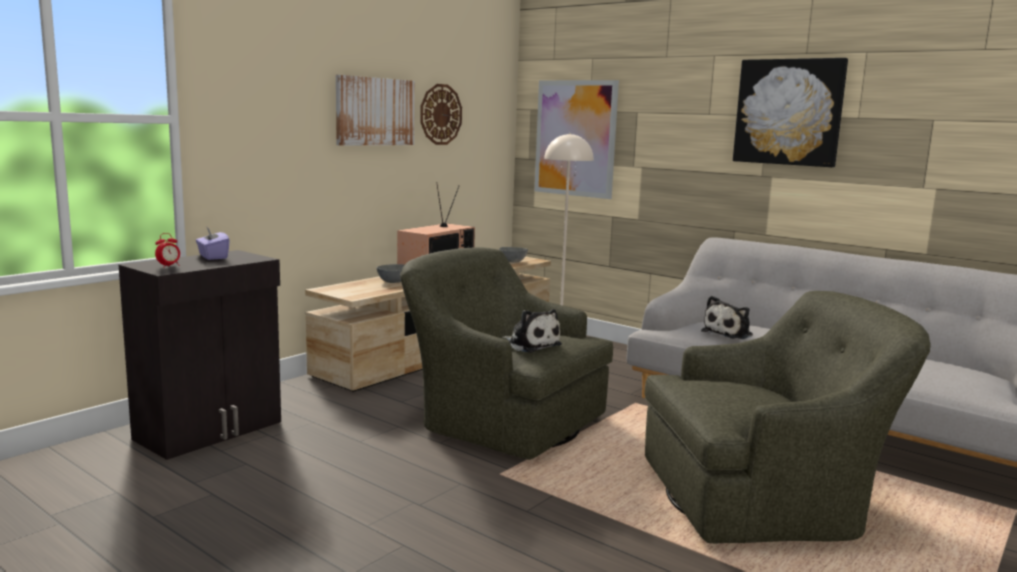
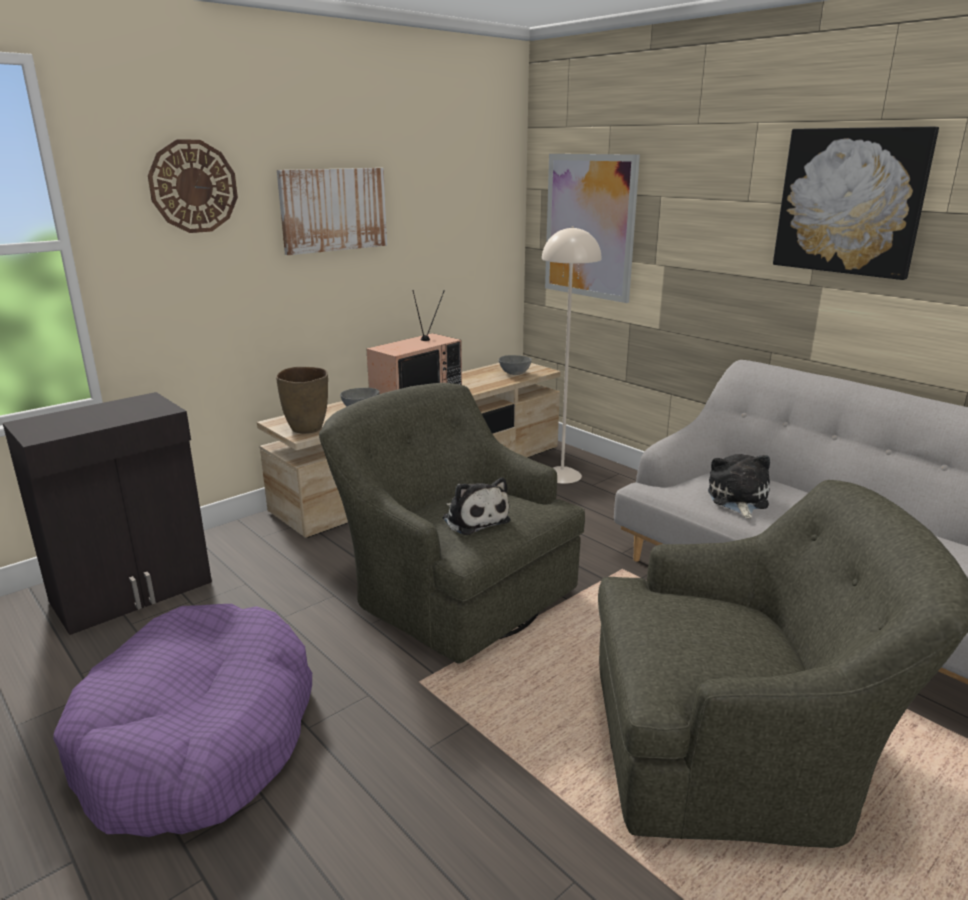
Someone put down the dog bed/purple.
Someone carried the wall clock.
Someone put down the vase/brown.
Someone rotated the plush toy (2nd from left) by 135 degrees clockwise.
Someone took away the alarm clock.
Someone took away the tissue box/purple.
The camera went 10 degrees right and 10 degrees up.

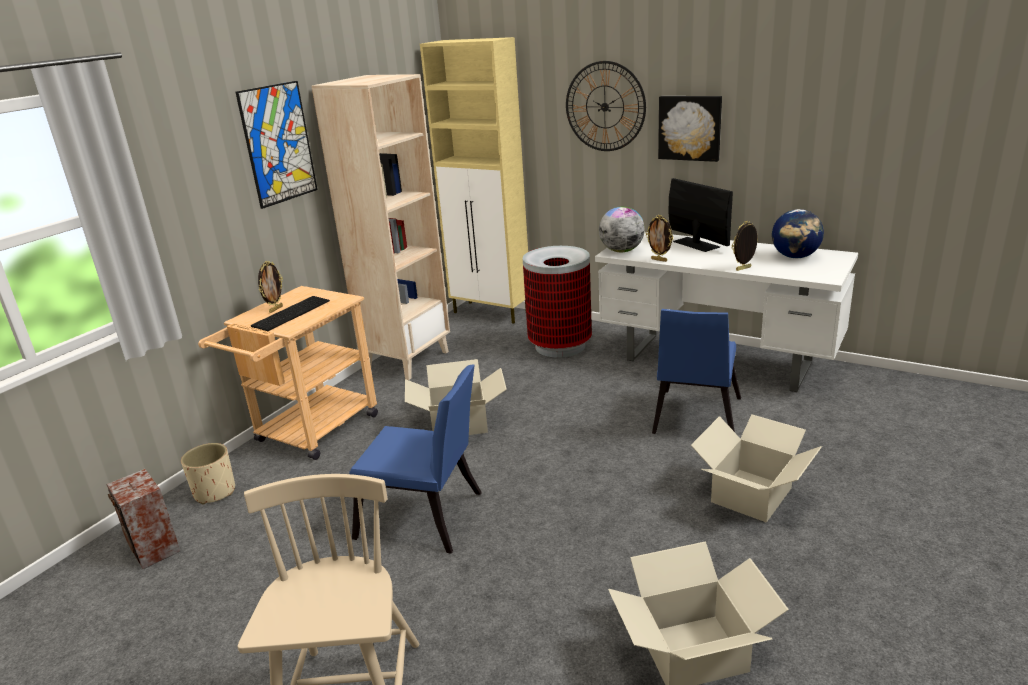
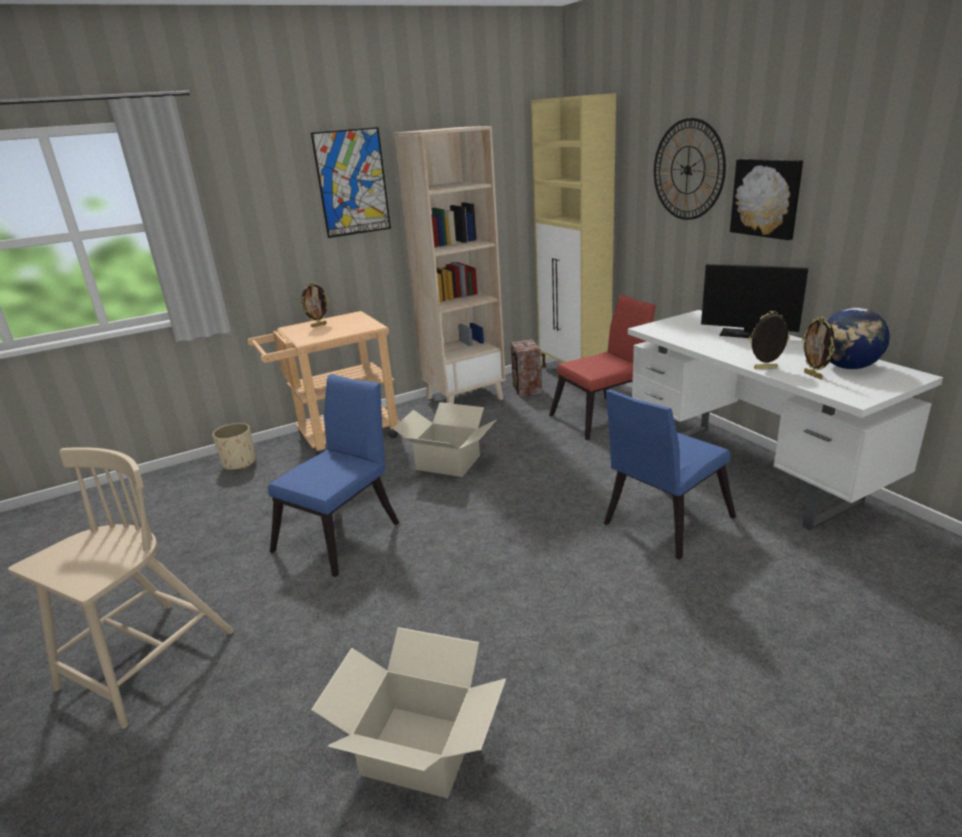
Someone rotated the chair/blue (1st from left) by 105 degrees counterclockwise.
Someone carried the speaker.
Someone swapped the trash can for the chair/red.
Someone rotated the monitor by 120 degrees clockwise.
Someone carried the picture frame (2nd from left in the first image).
Someone took away the keyboard.
Someone took away the globe (1st from left).
Someone took away the cardboard box (3rd from left).
The camera went 30 degrees right and 0 degrees up.

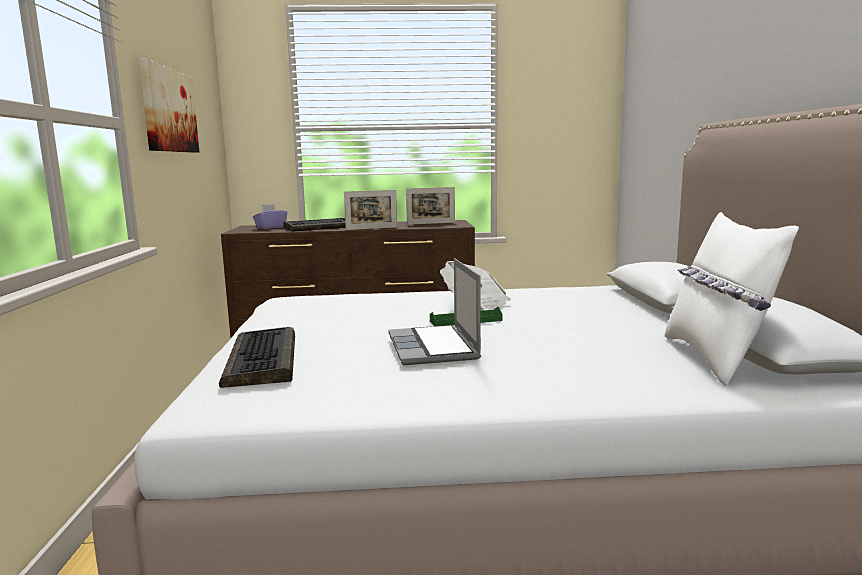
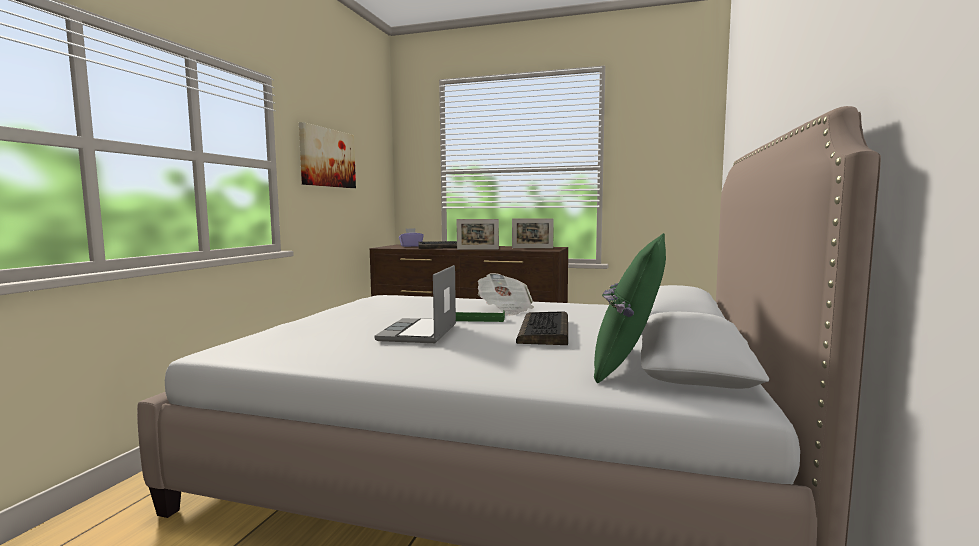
Someone carried the keyboard (1st from left in the first image).
Someone repainted the pillow/white, which became the pillow/green.
The camera went 20 degrees right and 5 degrees down.

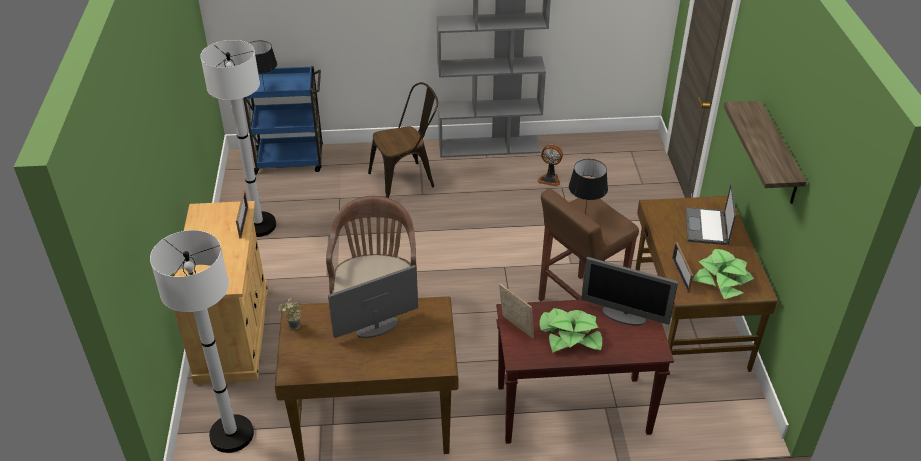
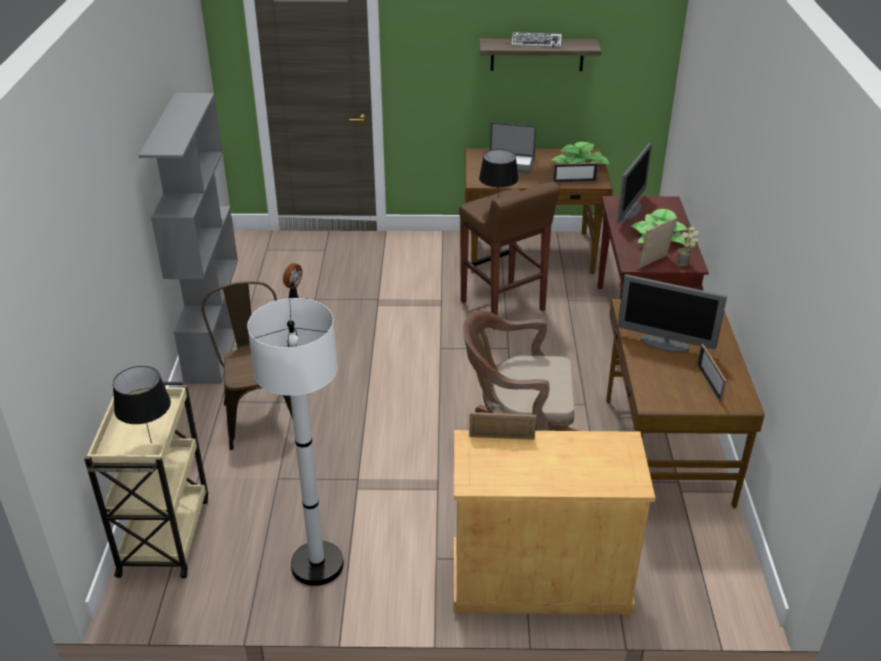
Someone repainted the cart/blue, which became the cart/beige.
Someone put down the keyboard.
Someone rotated the monitor (1st from left in the first image) by 45 degrees counterclockwise.
Someone carried the potted plant (1st from left in the first image).
Someone put down the picture frame (4th from left).
Someone took away the floor lamp/white (1st from left).
The camera went 85 degrees left and 5 degrees down.

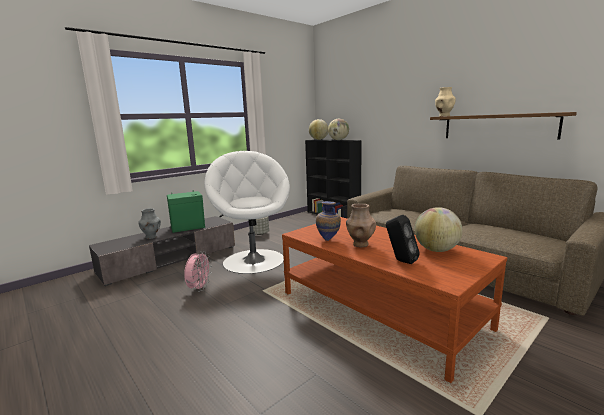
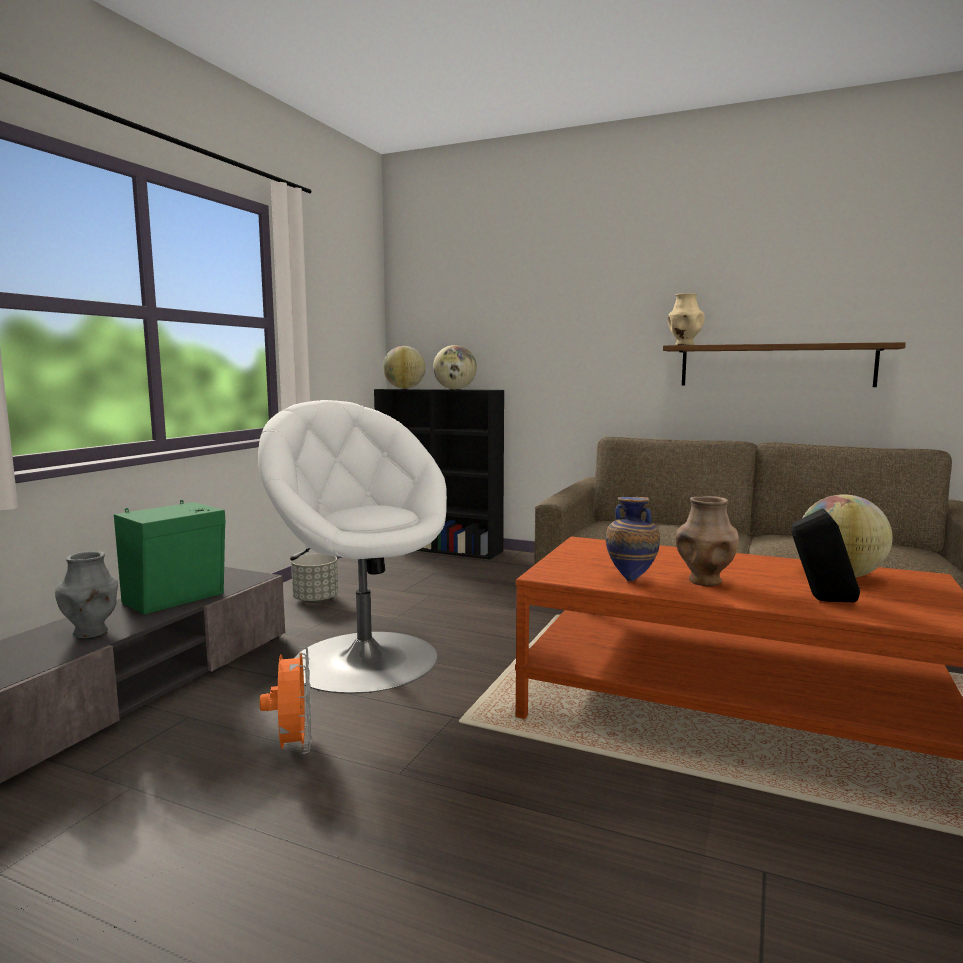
Someone repainted the fan/pink, which became the fan/orange.
The camera went 25 degrees left and 5 degrees down.

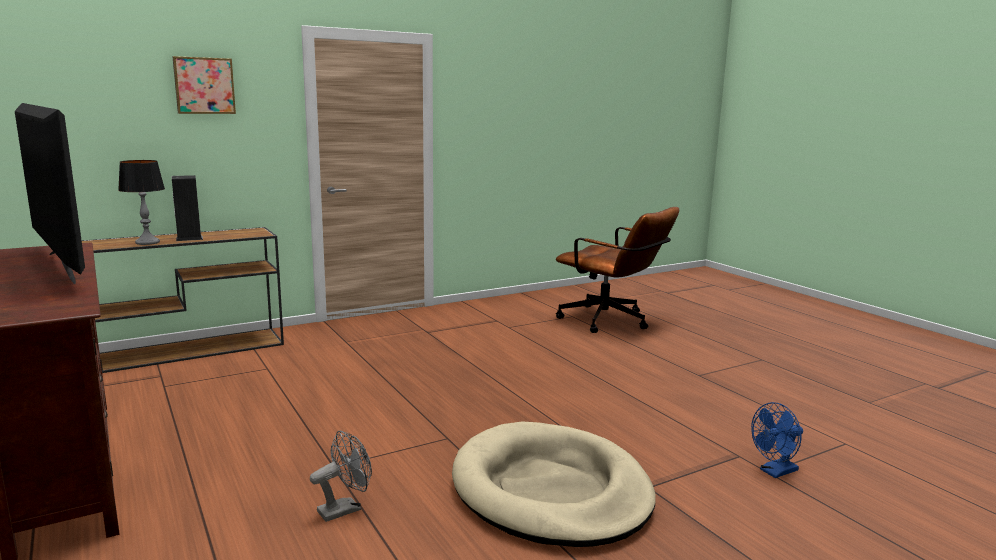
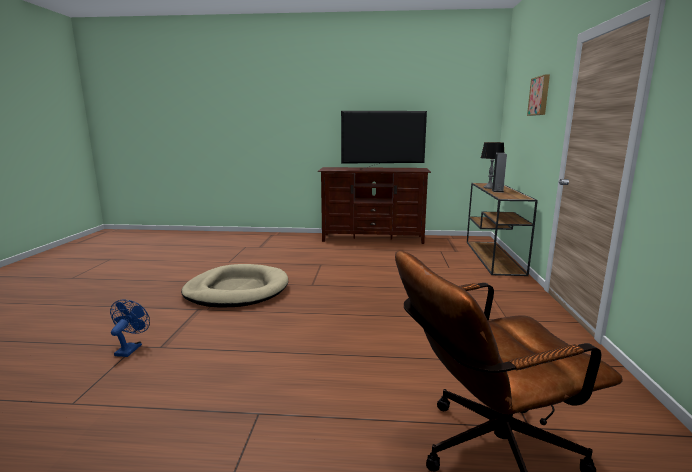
Someone took away the fan/grey.
The camera went 125 degrees right and 0 degrees up.

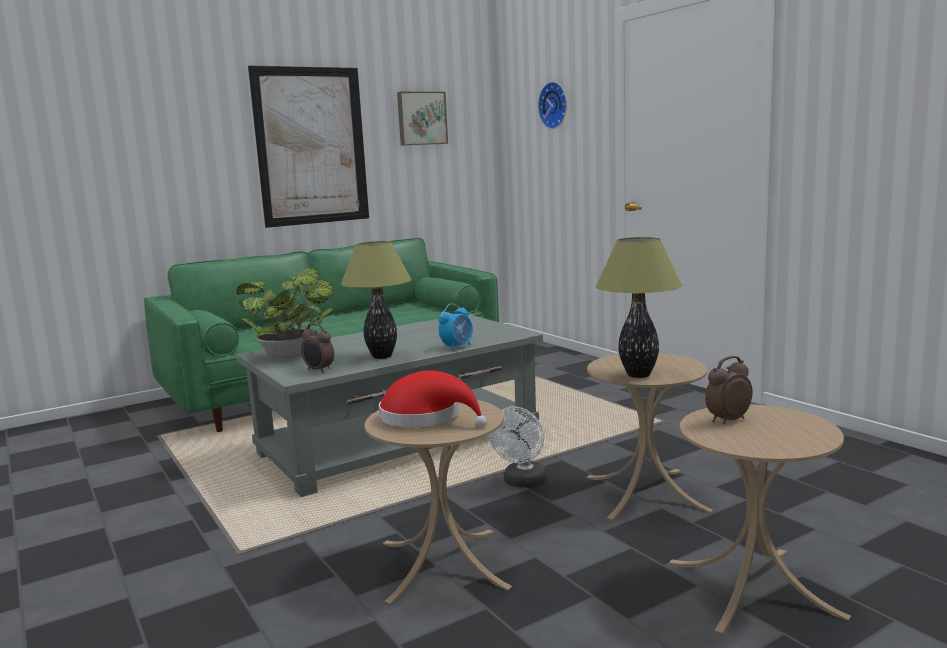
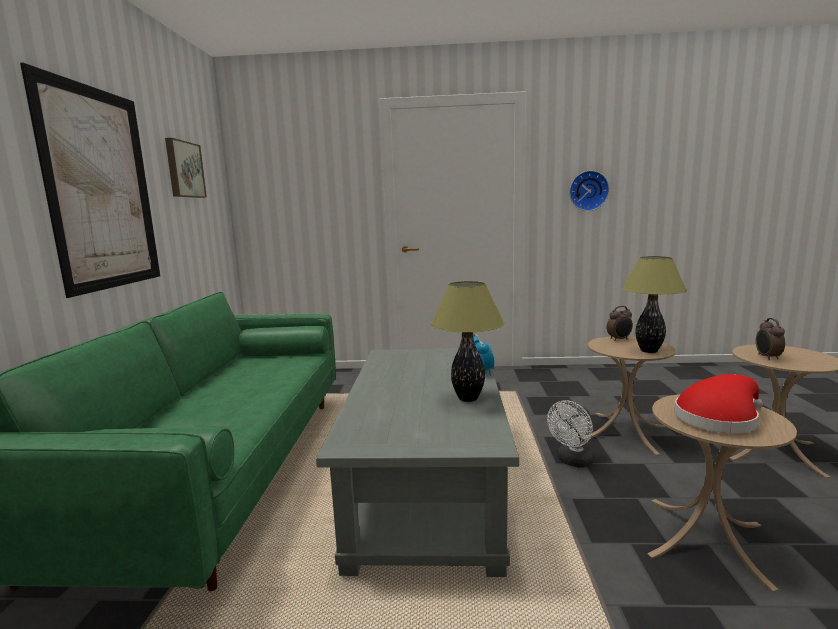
Someone rotated the fan/white by 75 degrees clockwise.
Someone carried the wall clock.
Someone carried the alarm clock (1st from left in the first image).
Someone took away the potted plant.
The camera went 55 degrees left and 0 degrees up.

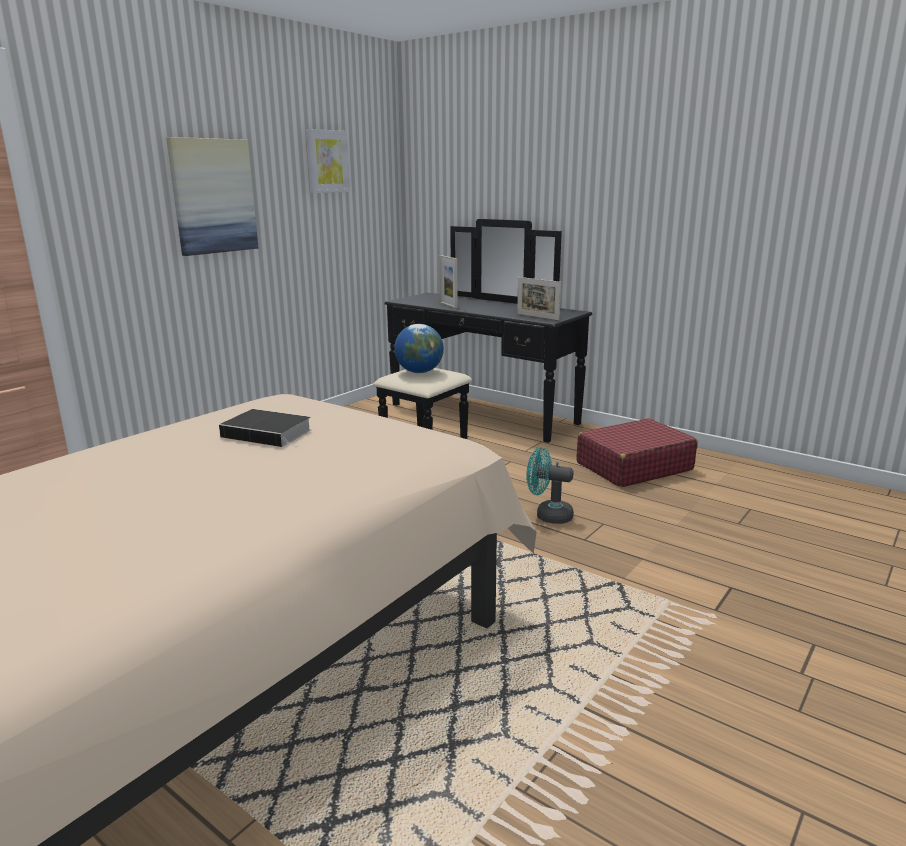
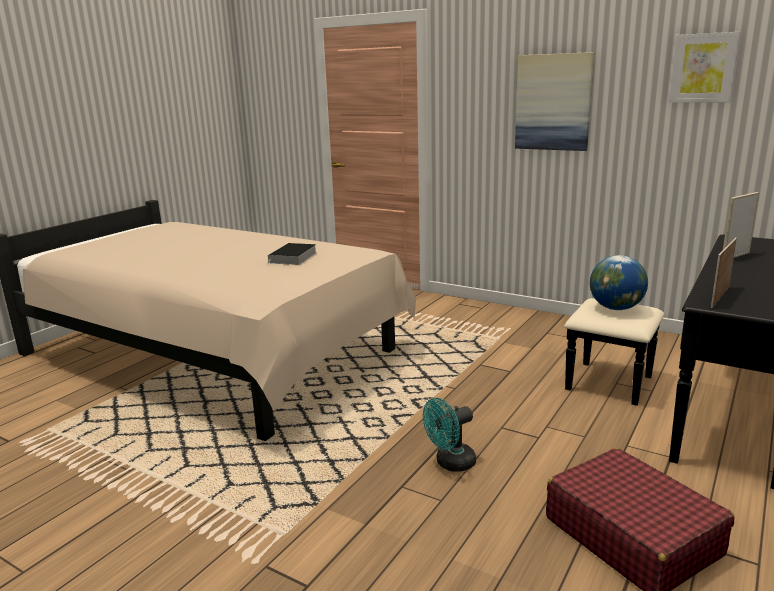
Someone rotated the fan/turquoise by 135 degrees counterclockwise.
The camera went 85 degrees right and 0 degrees up.

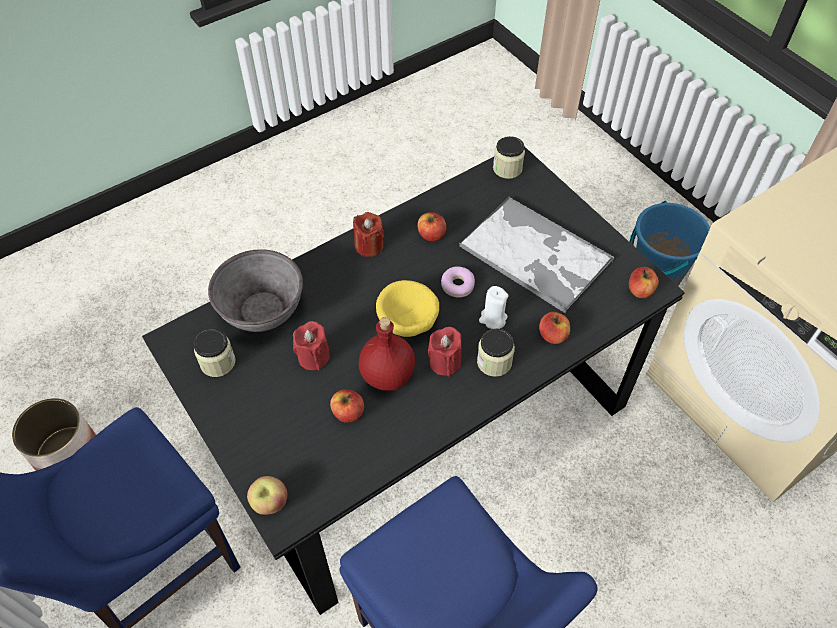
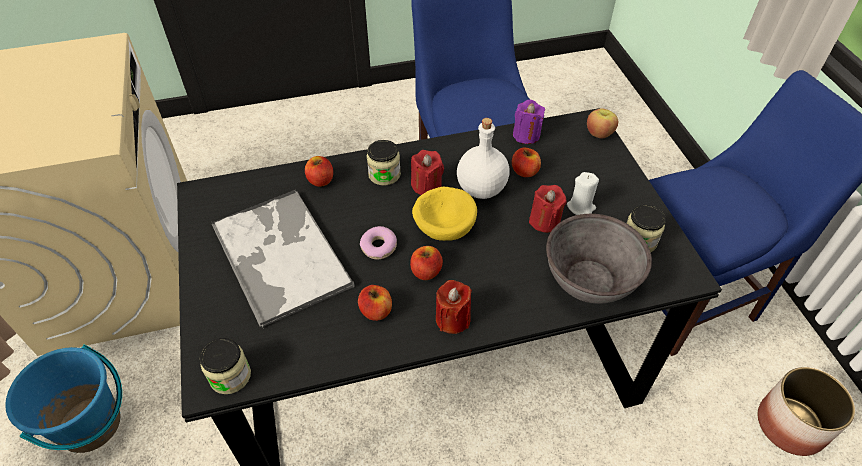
Someone carried the apple (5th from left in the first image).
Someone repainted the bottle/red, which became the bottle/white.
Someone put down the candle/purple.
Someone carried the candle/white.
The camera went 160 degrees left and 5 degrees down.

